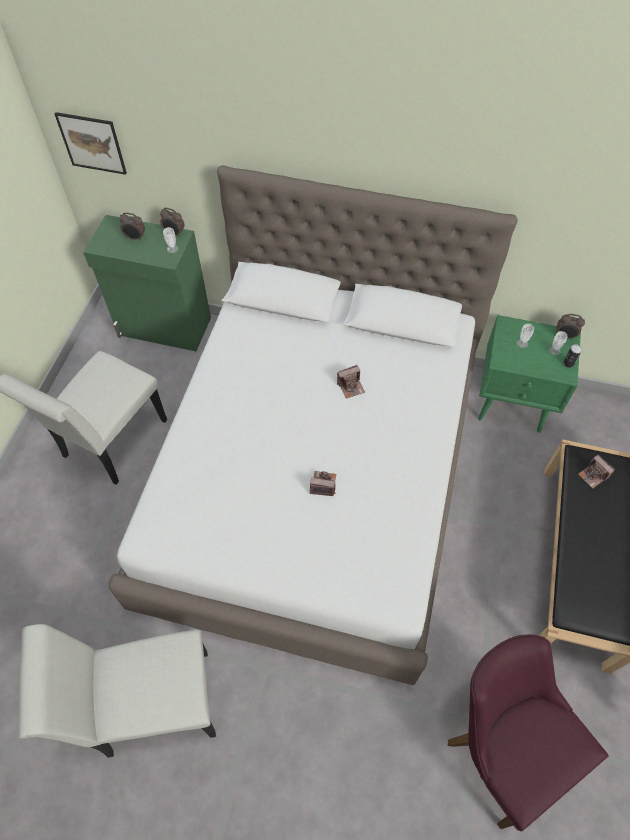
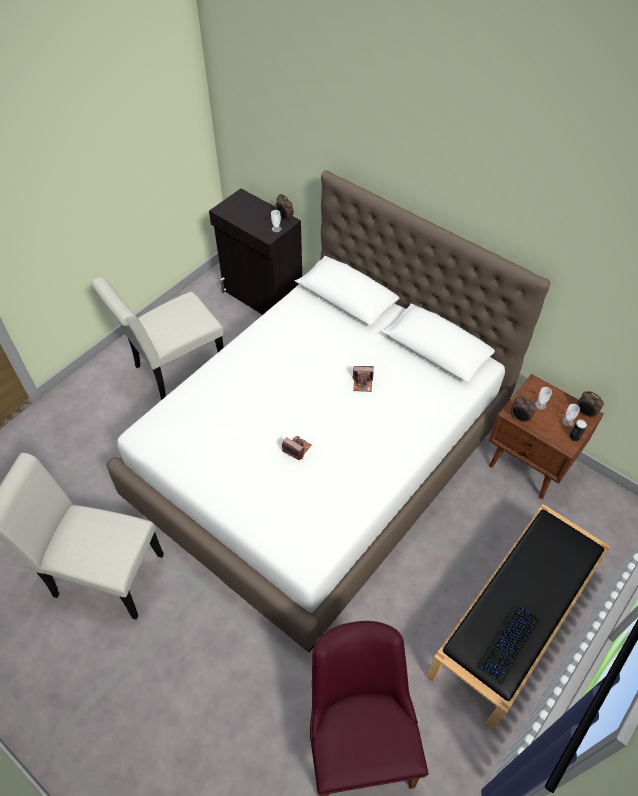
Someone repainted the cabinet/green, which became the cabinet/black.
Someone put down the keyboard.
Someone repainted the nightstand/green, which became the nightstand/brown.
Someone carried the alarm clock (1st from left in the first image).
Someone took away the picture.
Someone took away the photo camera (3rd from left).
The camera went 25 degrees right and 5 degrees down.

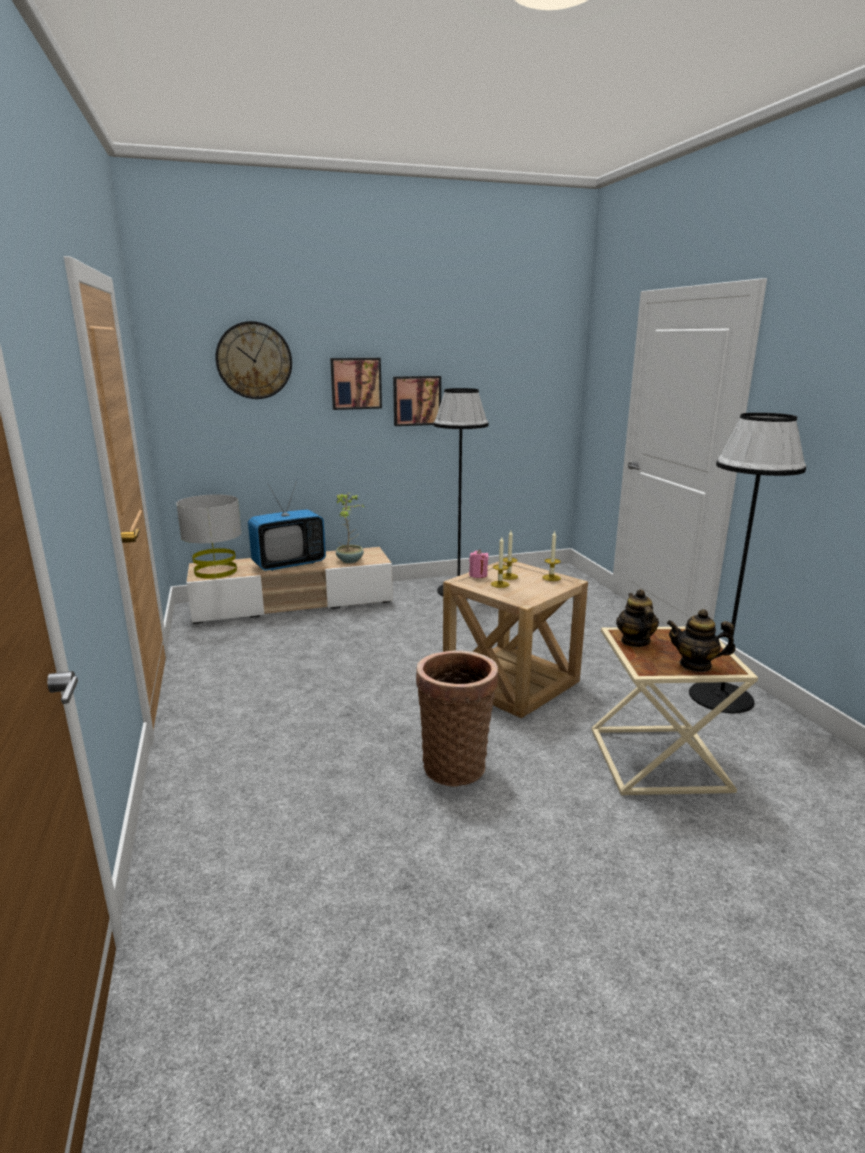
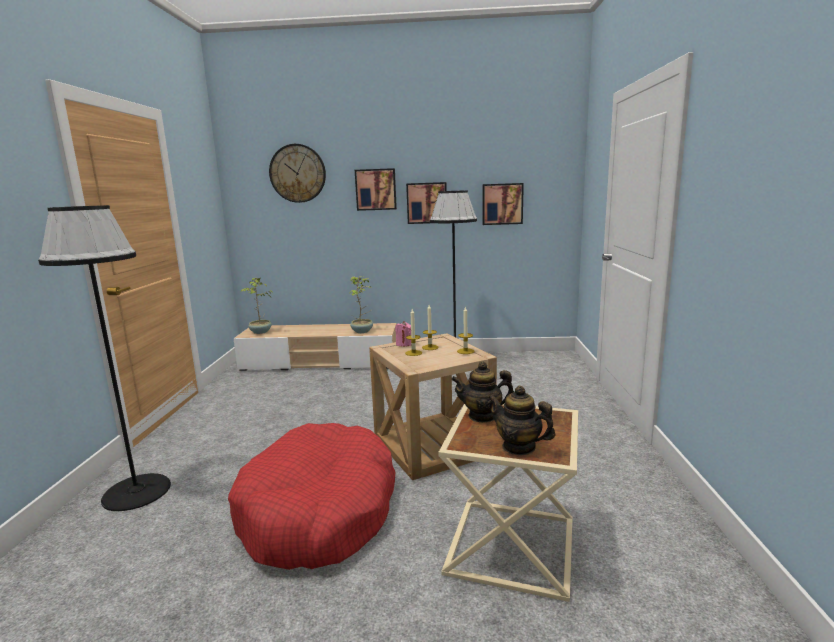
Someone carried the floor lamp/black (2nd from left in the first image).
Someone swapped the basket for the dog bed/red.
Someone swapped the table lamp/grey for the potted plant (1st from left).
Someone rotated the teapot (1st from left) by 105 degrees counterclockwise.
Someone put up the picture (3rd from left).
Someone took away the television.
The camera went 20 degrees right and 5 degrees down.

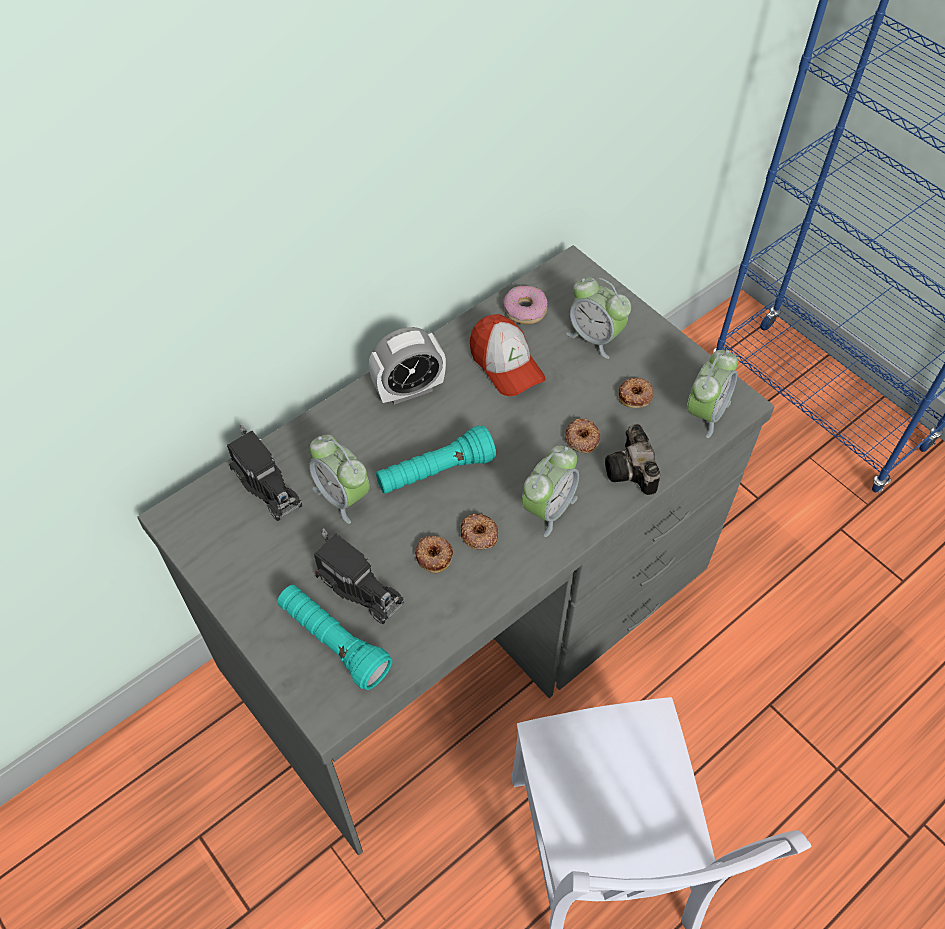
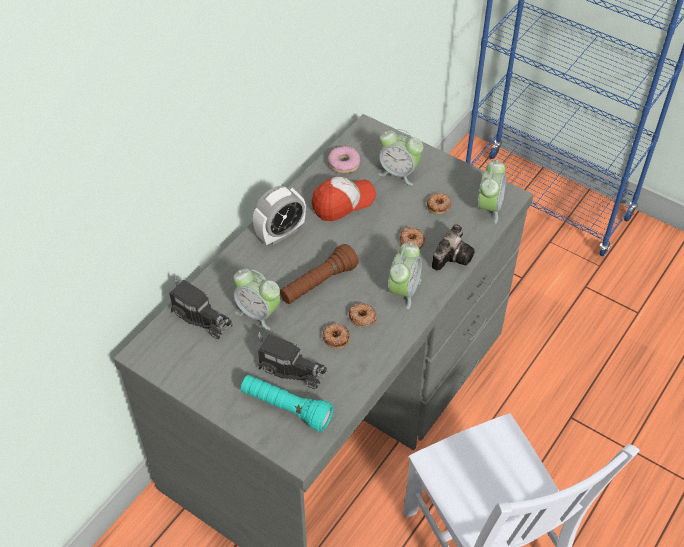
Someone repainted the flashlight/turquoise (2nd from left), which became the flashlight/brown.
Someone rotated the cap by 75 degrees counterclockwise.
Someone rotated the photo camera by 120 degrees counterclockwise.
The camera went 15 degrees left and 5 degrees down.

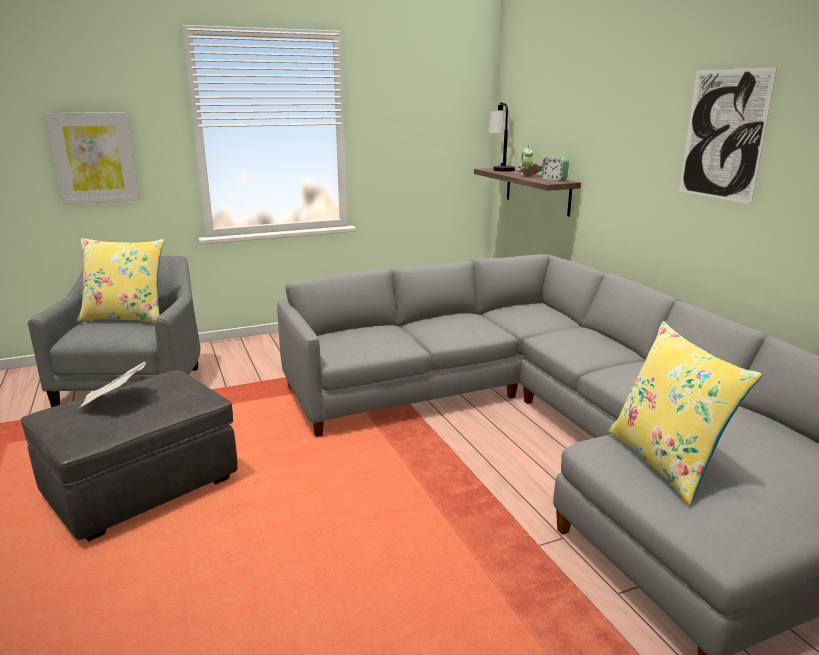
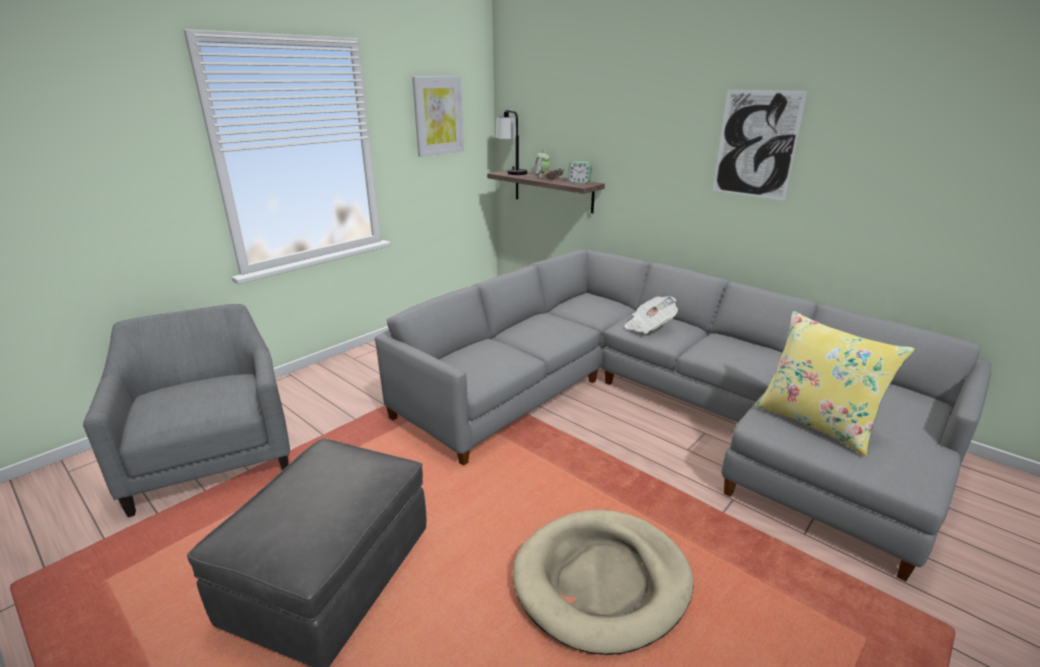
Someone carried the picture (1st from left).
Someone put down the dog bed/beige.
Someone carried the newspaper.
Someone took away the pillow/yellow (1st from left).
The camera went 25 degrees left and 5 degrees up.

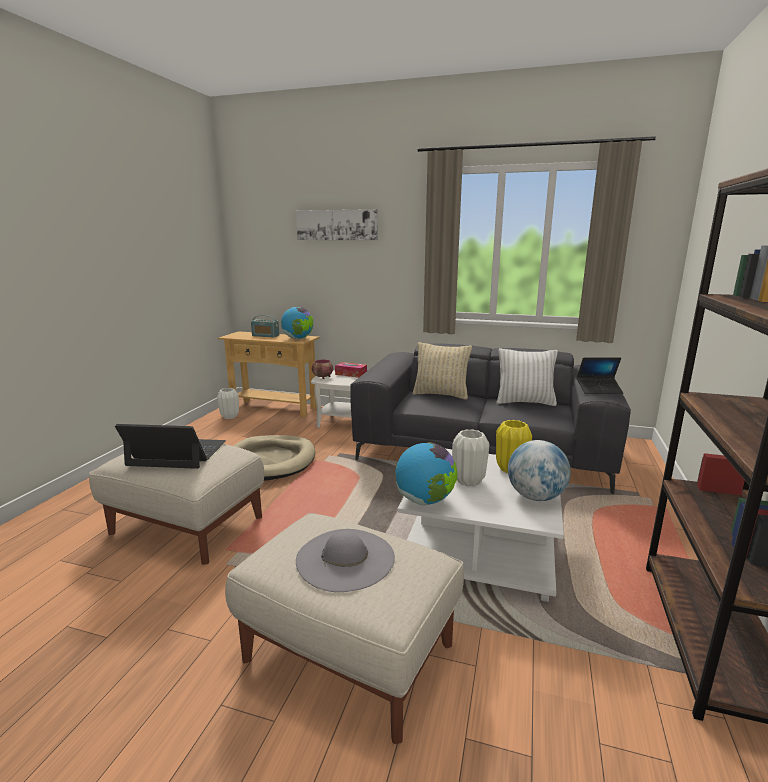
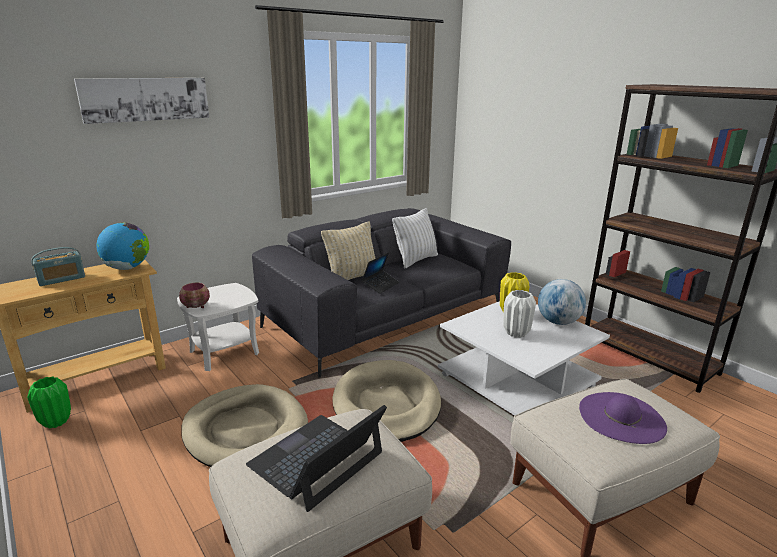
Someone repainted the vase/white (1st from left), which became the vase/green.
Someone put down the dog bed/beige (2nd from left).
Someone carried the laptop (2nd from left).
Someone repainted the hat/grey, which became the hat/purple.
Someone took away the tissue box.
Someone took away the globe (2nd from left).
The camera went 55 degrees left and 5 degrees up.

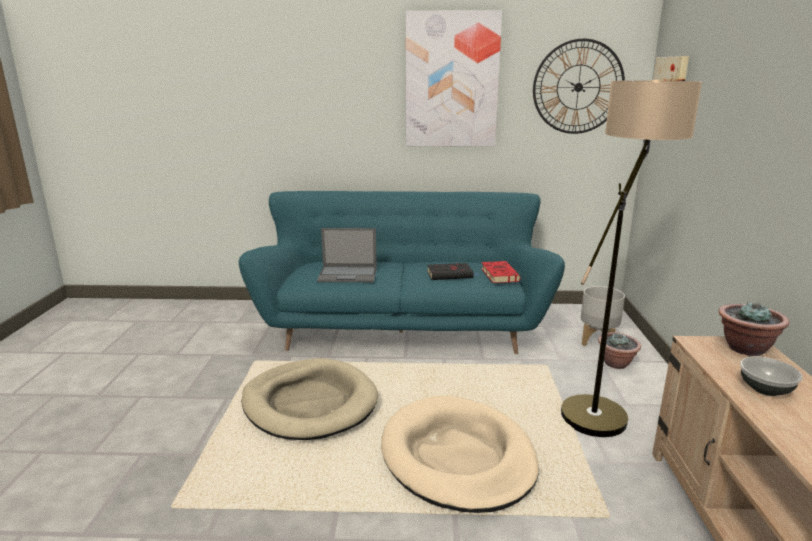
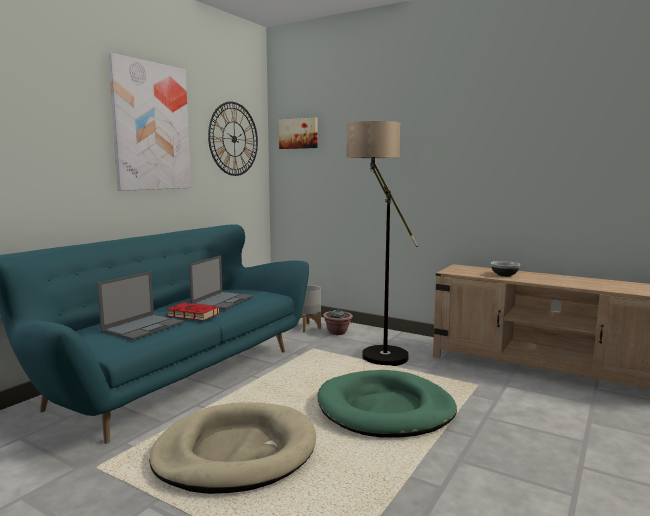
Someone carried the book/red.
Someone swapped the book/black for the laptop (2nd from left).
Someone repainted the dog bed/beige (2nd from left), which became the dog bed/green.
Someone took away the potted plant (2nd from left).
The camera went 60 degrees left and 10 degrees down.

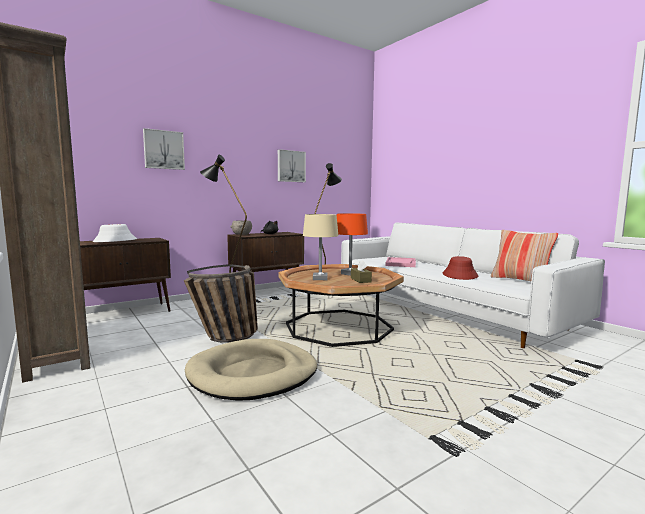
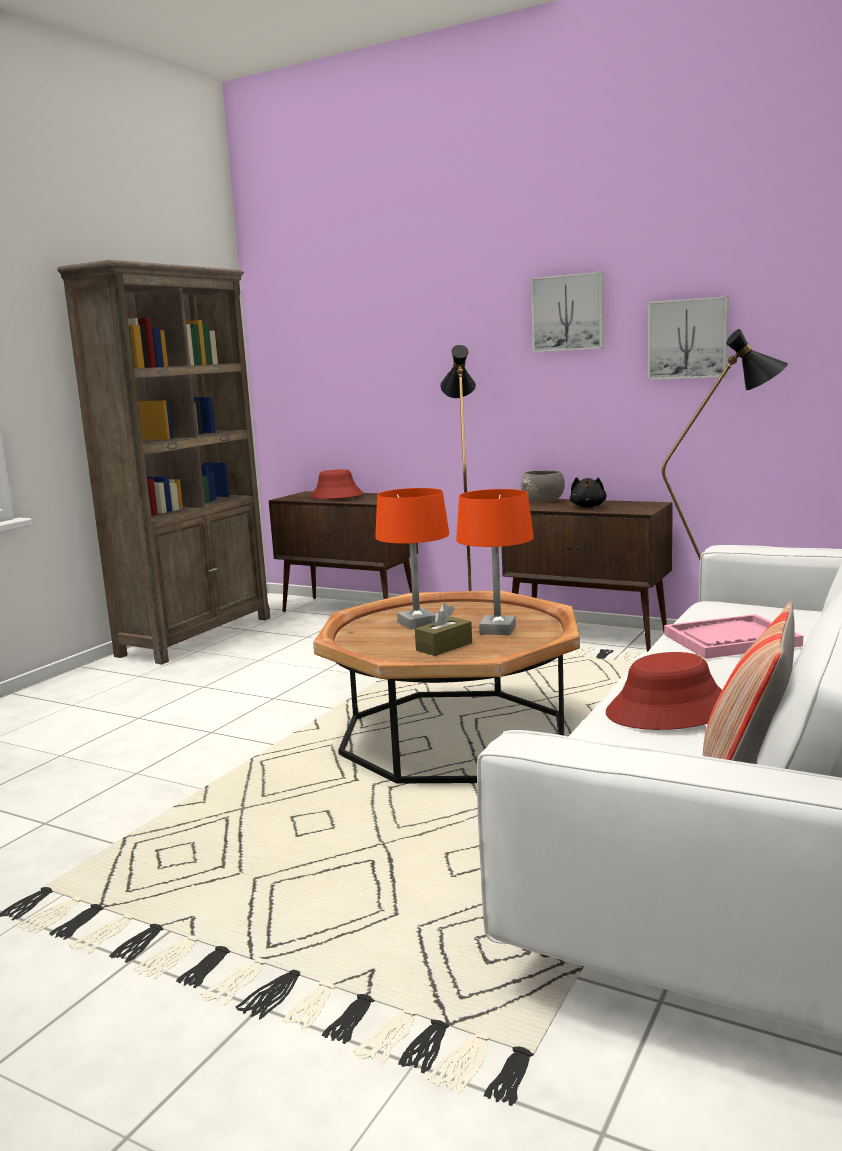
Someone repainted the hat/white, which became the hat/red (1st from left).
Someone repainted the table lamp/beige, which became the table lamp/orange (1st from left).
Someone carried the picture (1st from left).
Someone took away the basket.
Someone took away the dog bed/beige.
The camera went 65 degrees right and 5 degrees up.

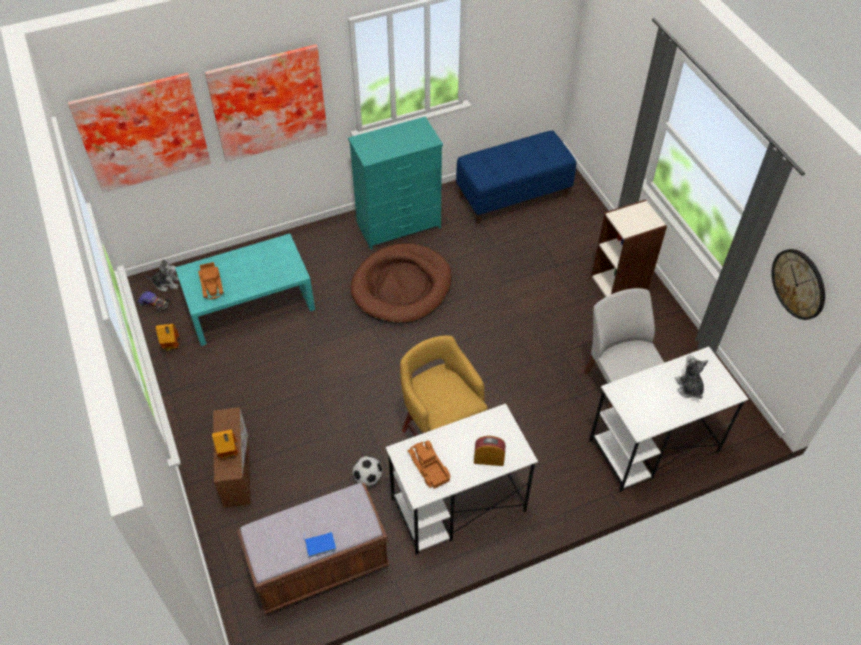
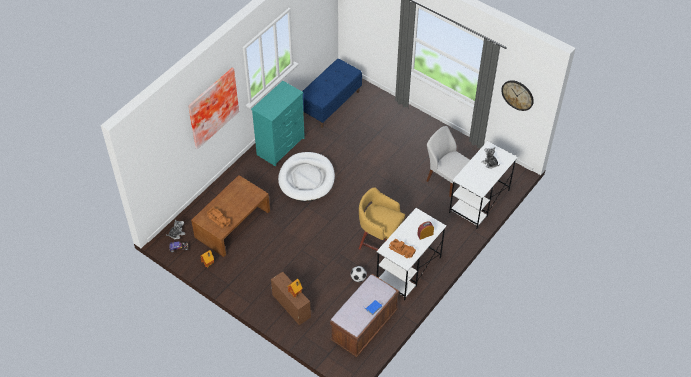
Someone repainted the coffee table/turquoise, which became the coffee table/brown.
Someone repainted the dog bed/brown, which became the dog bed/white.
Someone took away the picture (1st from left).
Someone took away the bookcase.
The camera went 30 degrees left and 0 degrees up.

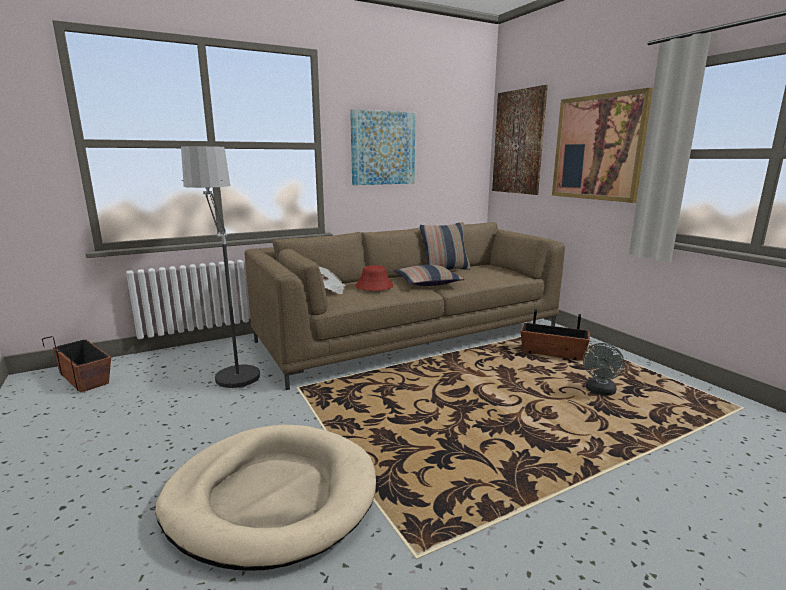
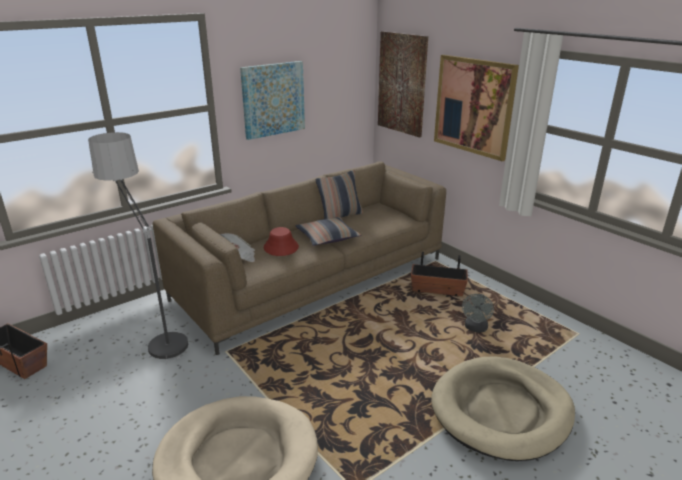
Someone put down the dog bed/beige (2nd from left).
The camera went 10 degrees left and 10 degrees up.

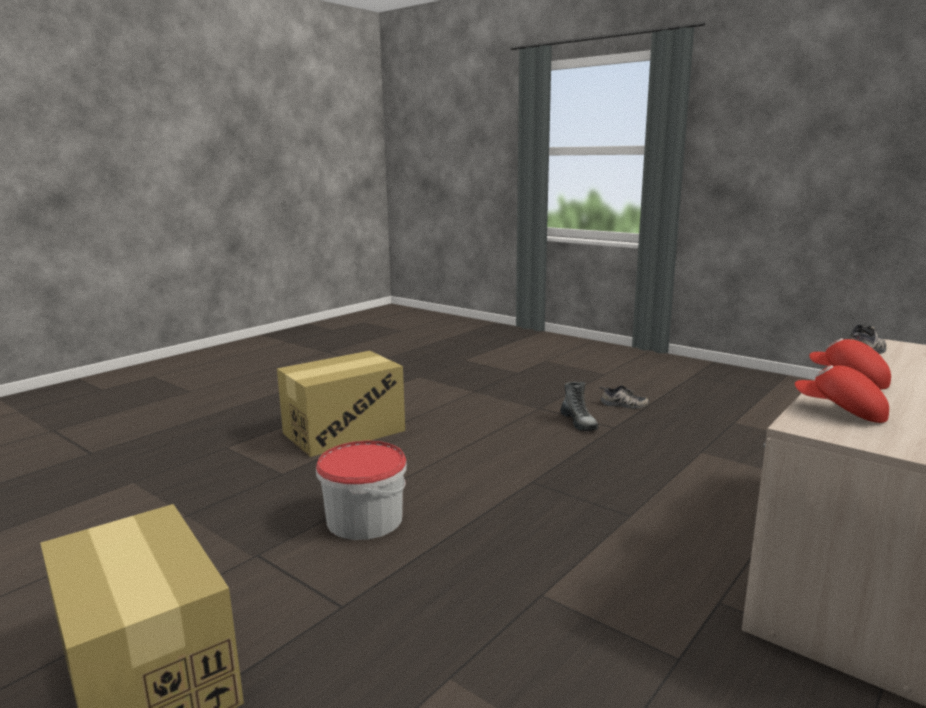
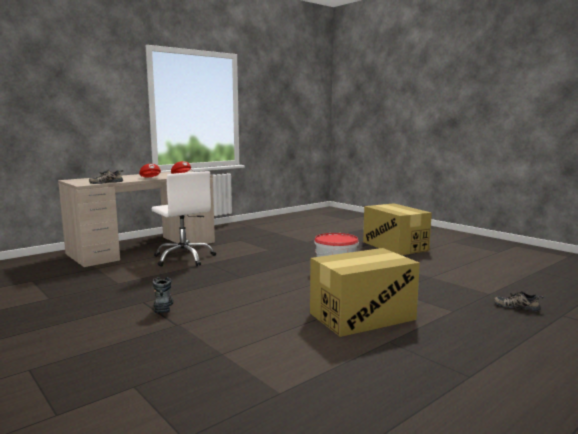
Someone put down the office chair/white.
Someone carried the shoe (1st from left in the first image).
The camera went 170 degrees left and 5 degrees down.

